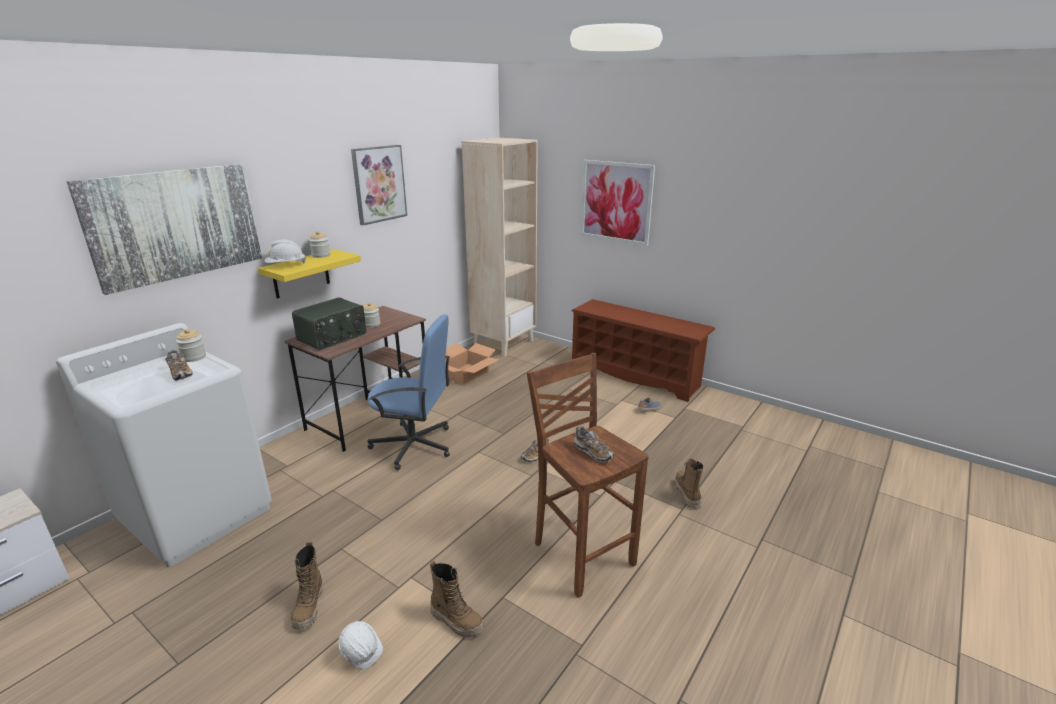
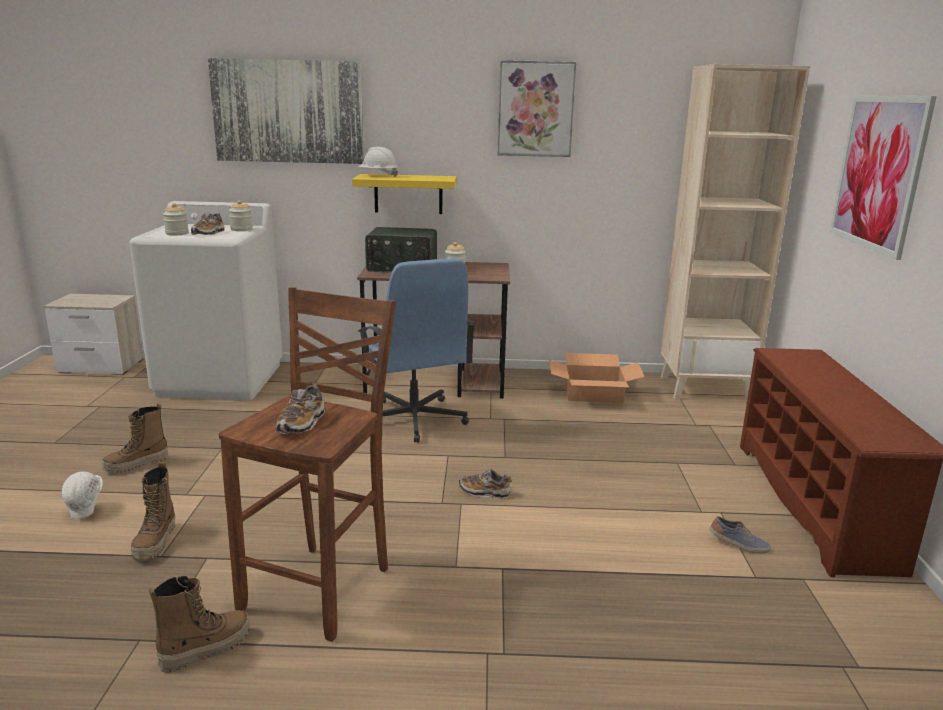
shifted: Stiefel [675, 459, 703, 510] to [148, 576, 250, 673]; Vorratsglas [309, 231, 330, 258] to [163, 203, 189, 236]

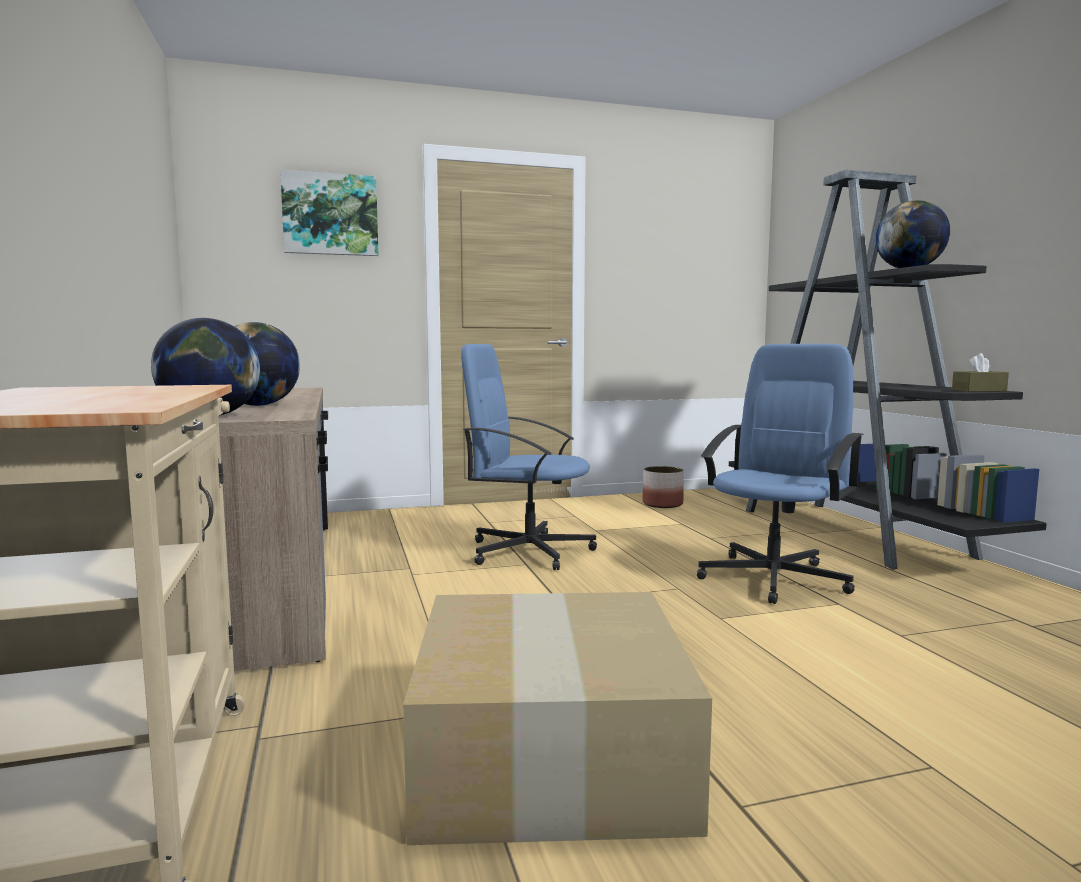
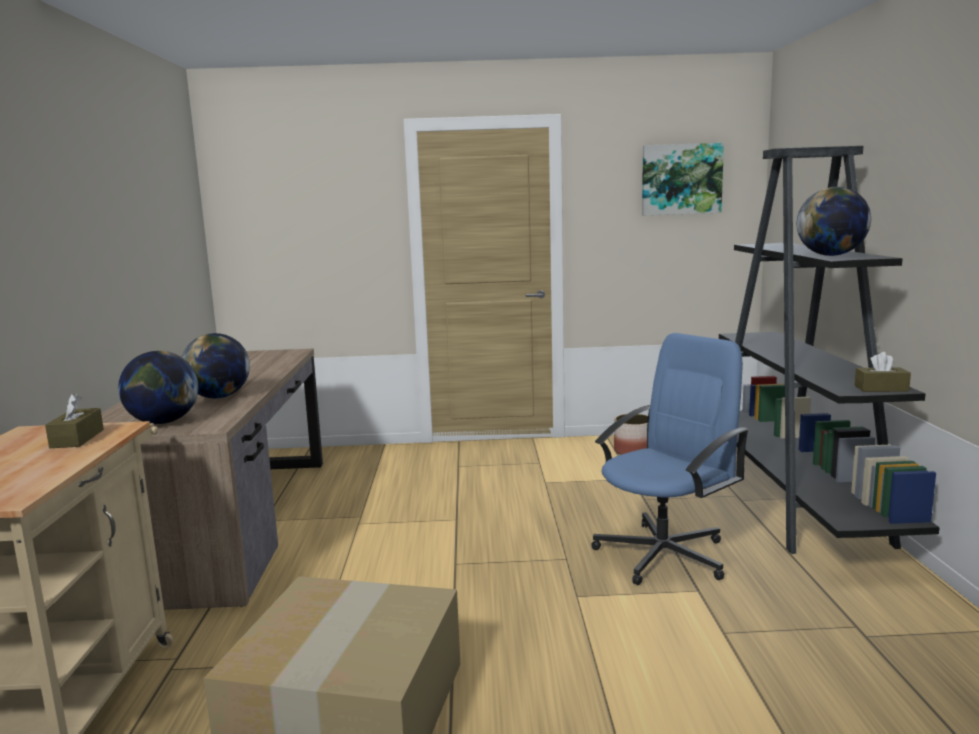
gone: Bürostuhl (blau) [461, 344, 597, 570]
new: Taschentuchbox (braun) [45, 393, 104, 448]
shifted: Bild [280, 170, 379, 256] to [642, 143, 724, 215]

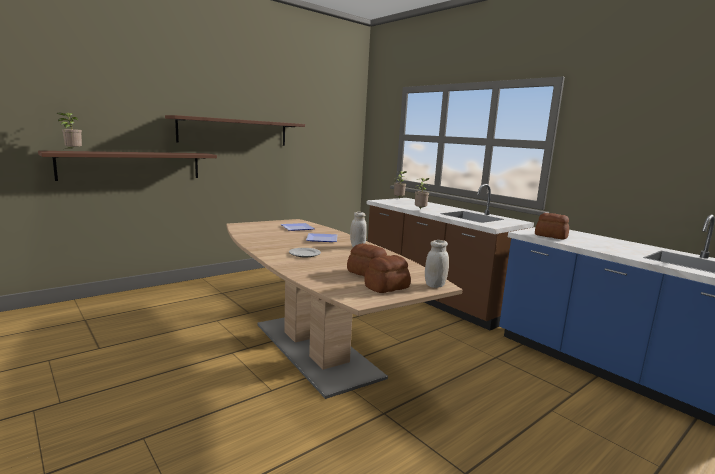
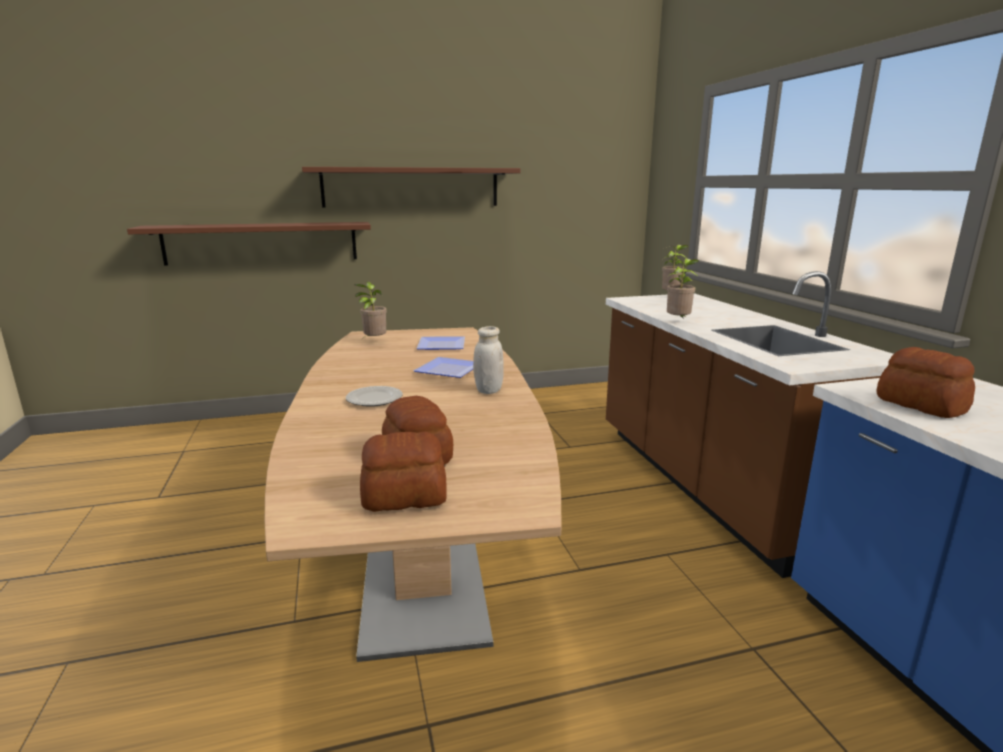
gone: Vorratsglas (weiß) [425, 240, 449, 288]
shifted: Topfpflanze [57, 113, 82, 151] to [354, 282, 387, 341]

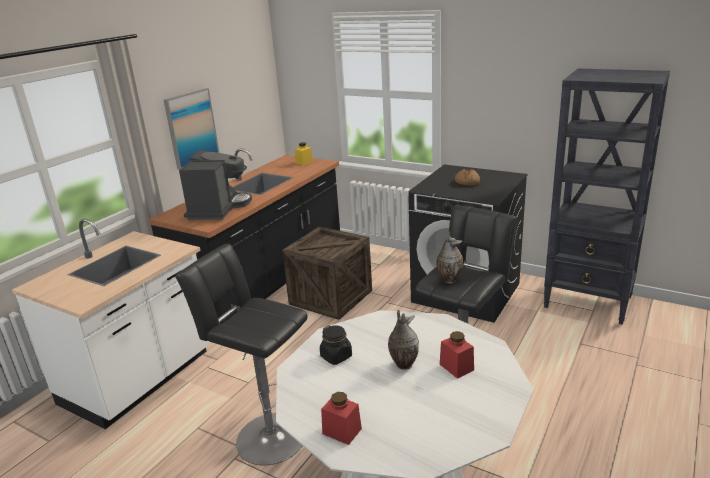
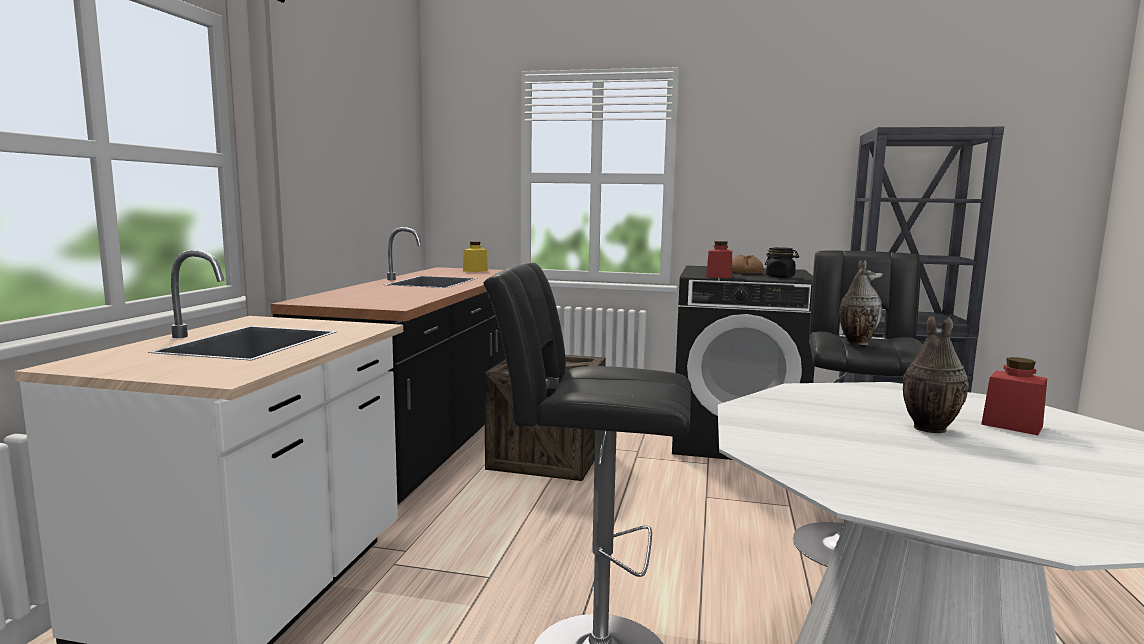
gone: Bild [164, 88, 219, 170]; Kaffeemaschine [179, 150, 252, 220]
shifted: Vorratsglas (rot) [321, 392, 362, 445] to [706, 241, 732, 278]; Vorratsglas (schwarz) [320, 325, 352, 365] to [765, 247, 799, 278]

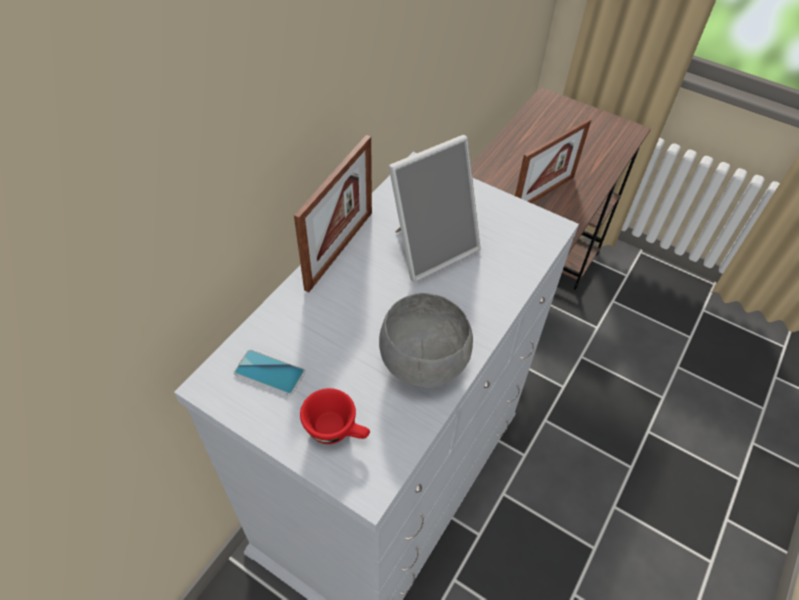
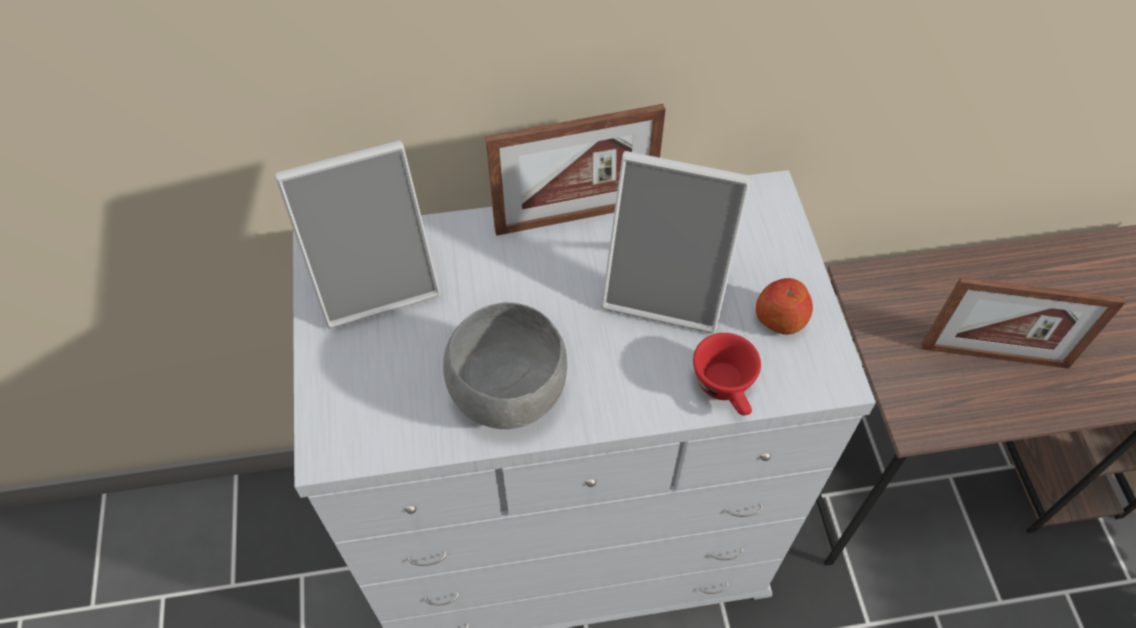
new: Apfel [756, 278, 813, 335]
shifted: Tasse (rot) [300, 388, 370, 444] to [693, 333, 761, 415]
swapped: Handy [234, 349, 305, 396] to Bilderrahmen [275, 140, 440, 329]

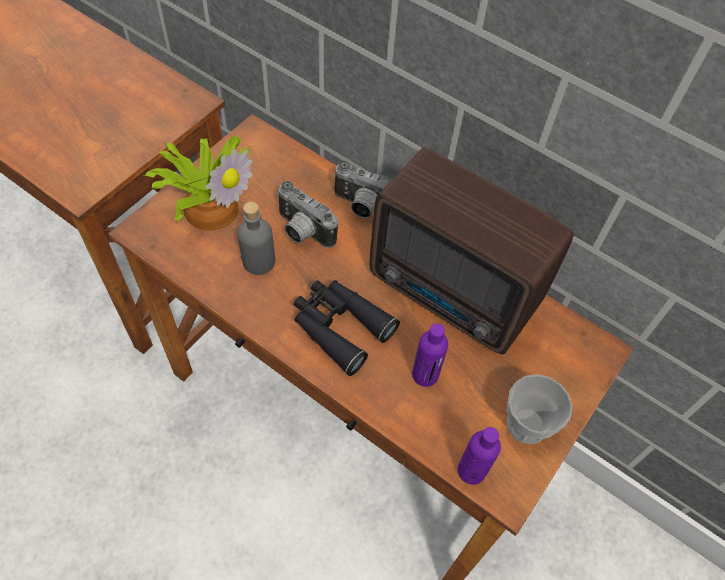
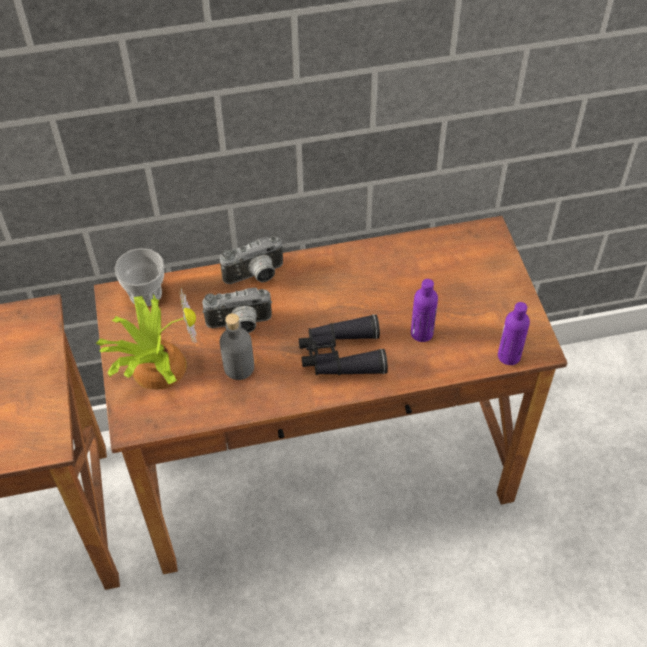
gone: Radio [370, 147, 574, 354]
shifted: Tasse [507, 374, 572, 444] to [115, 248, 164, 306]

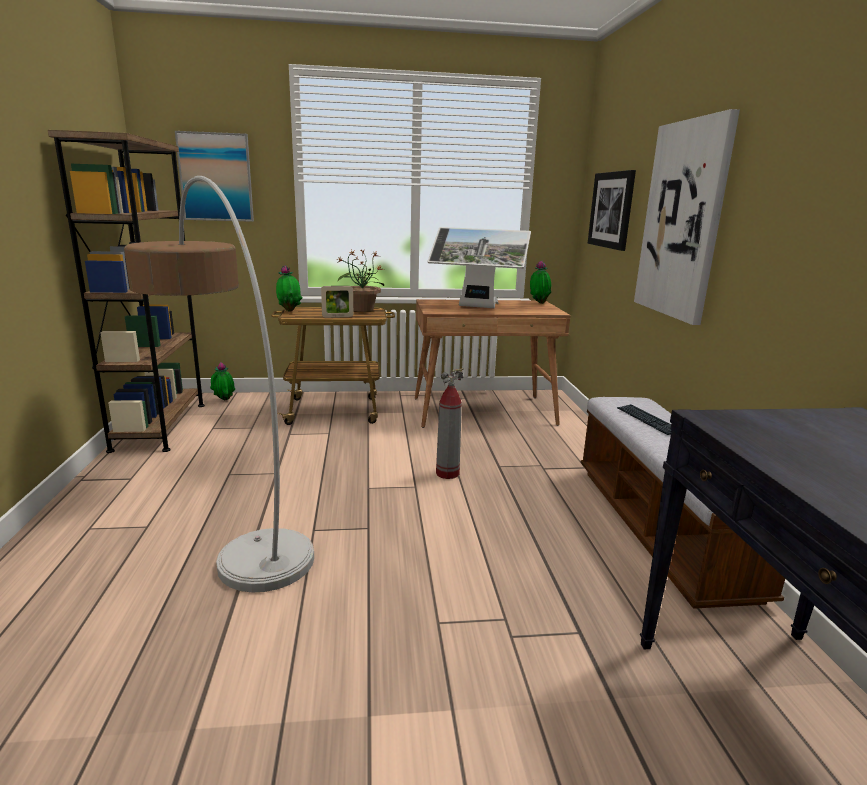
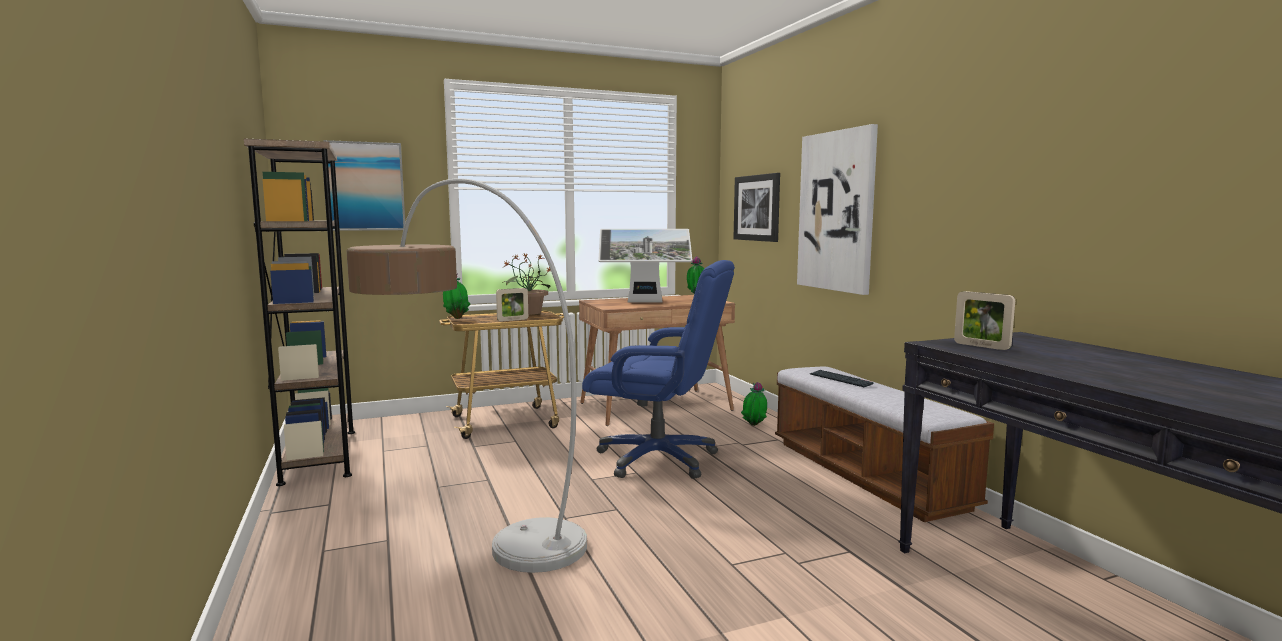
new: Bilderrahmen [954, 291, 1015, 350]
shifted: Topfpflanze [210, 362, 235, 400] to [741, 382, 767, 426]
swapped: Feuerlöscher [436, 368, 464, 479] to Bürostuhl (blau) [582, 260, 735, 479]

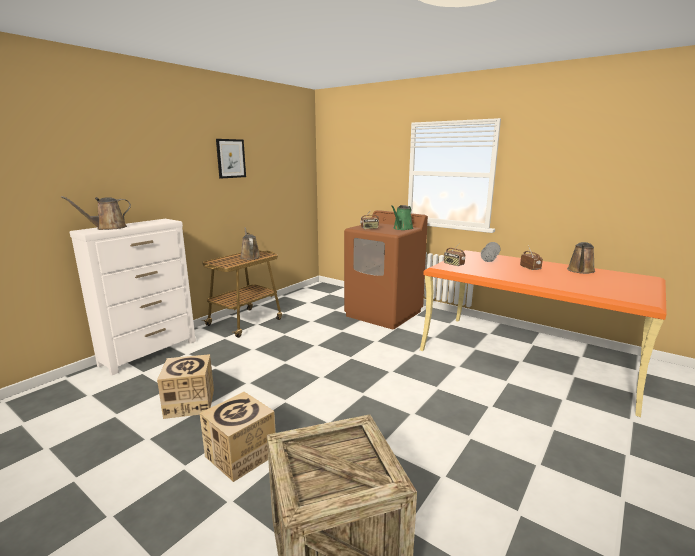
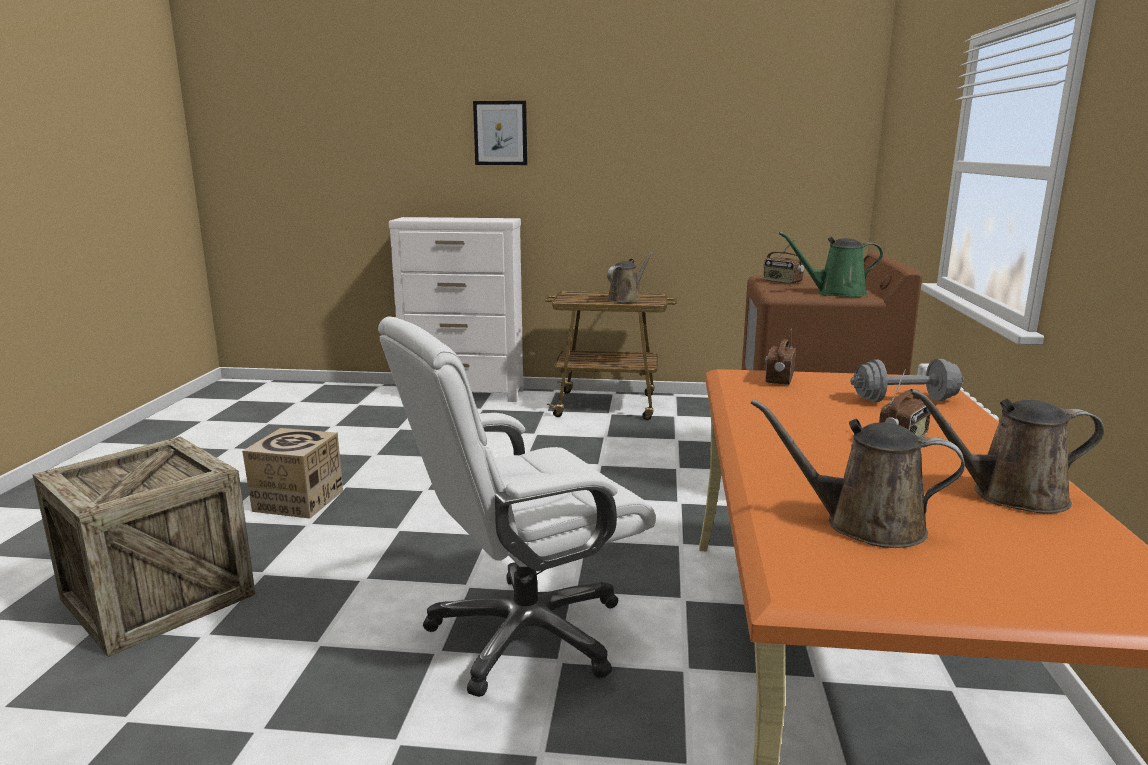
gone: Karton [157, 354, 214, 419]
new: Bürostuhl (weiß) [378, 317, 656, 697]
shifted: Bild [216, 139, 246, 179] to [473, 101, 527, 165]; Gießkanne (braun) [61, 196, 131, 230] to [751, 399, 965, 548]

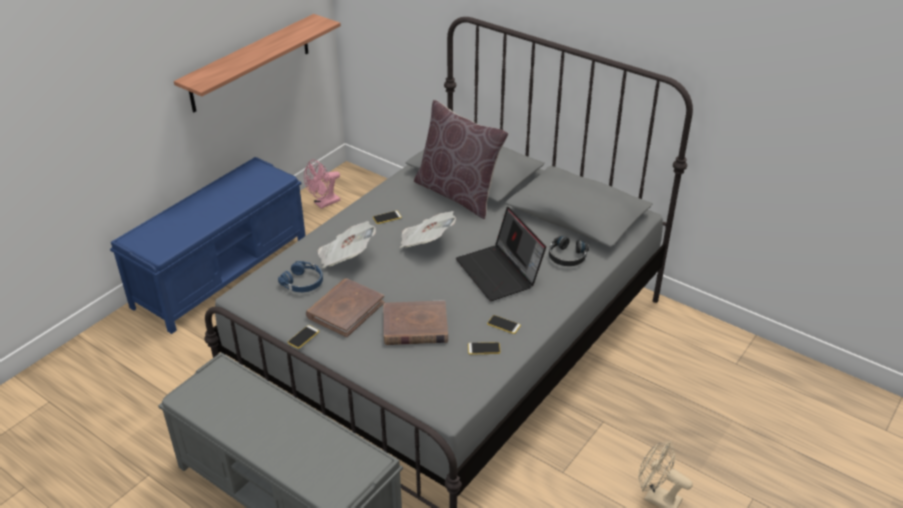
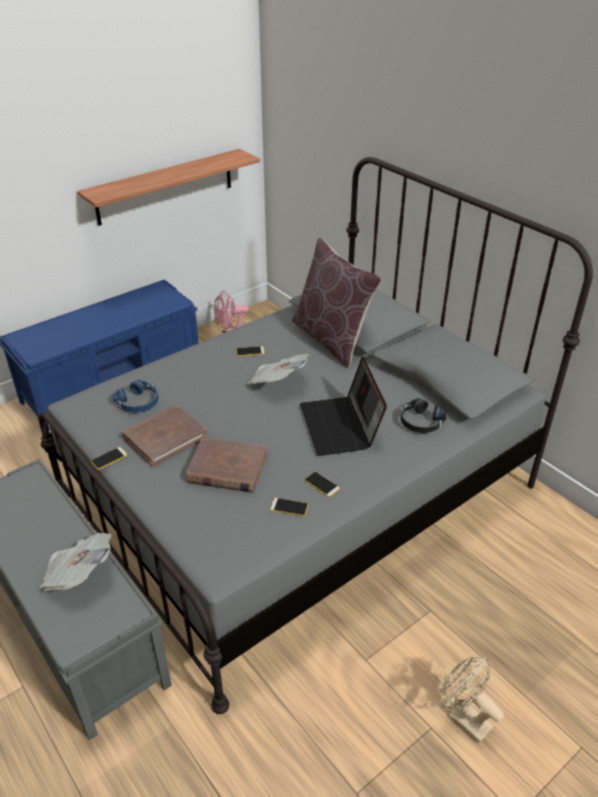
shifted: Zeitung [318, 221, 376, 268] to [39, 533, 112, 590]

